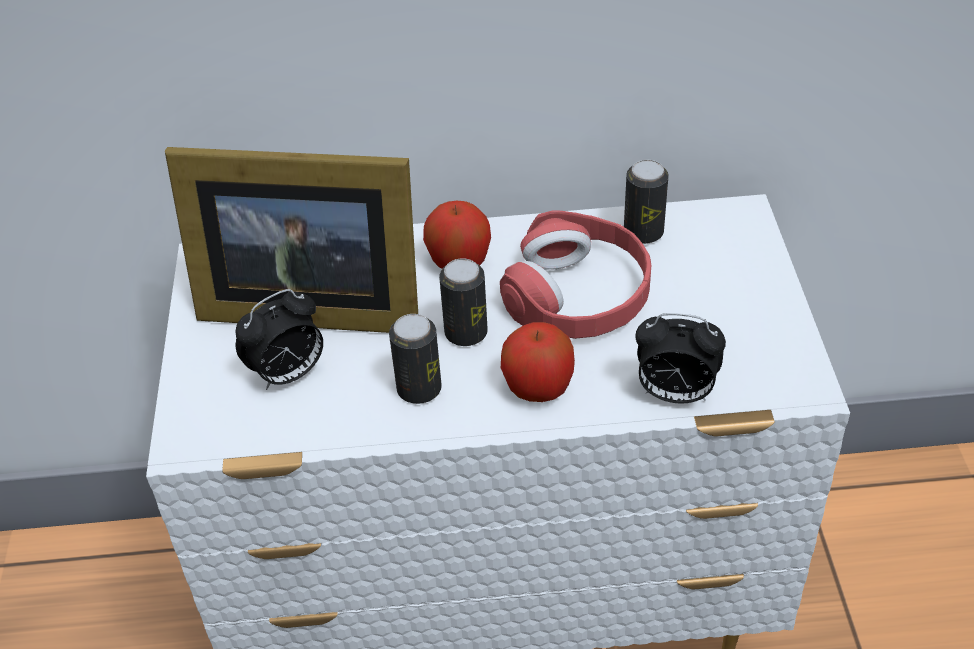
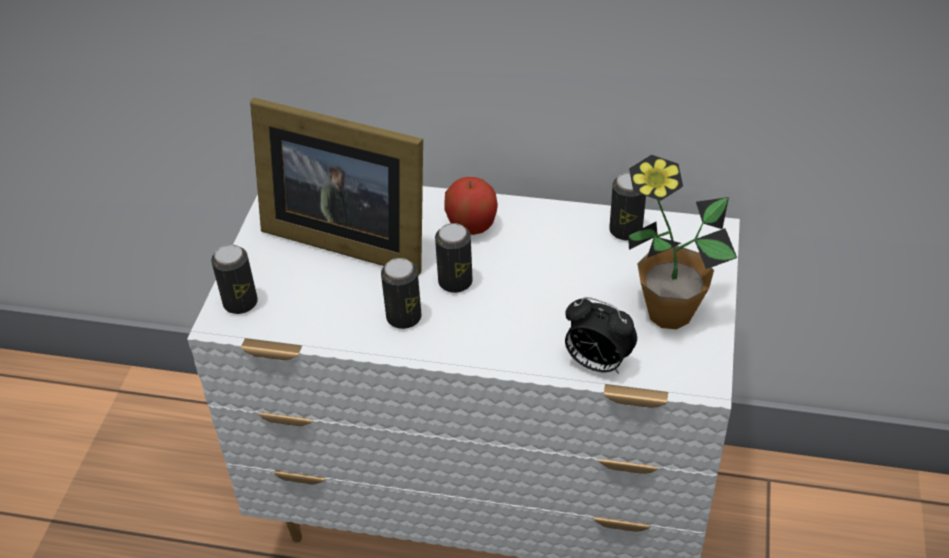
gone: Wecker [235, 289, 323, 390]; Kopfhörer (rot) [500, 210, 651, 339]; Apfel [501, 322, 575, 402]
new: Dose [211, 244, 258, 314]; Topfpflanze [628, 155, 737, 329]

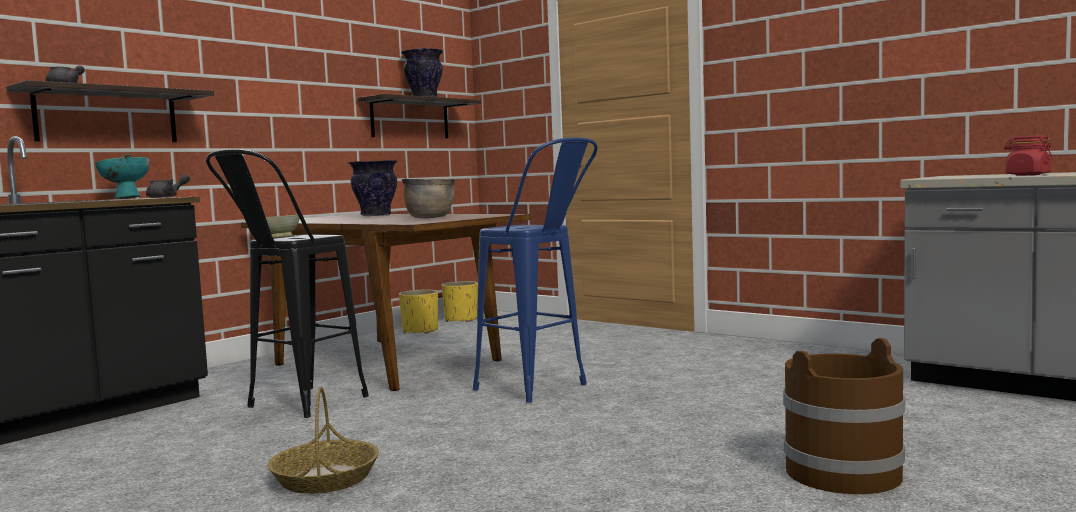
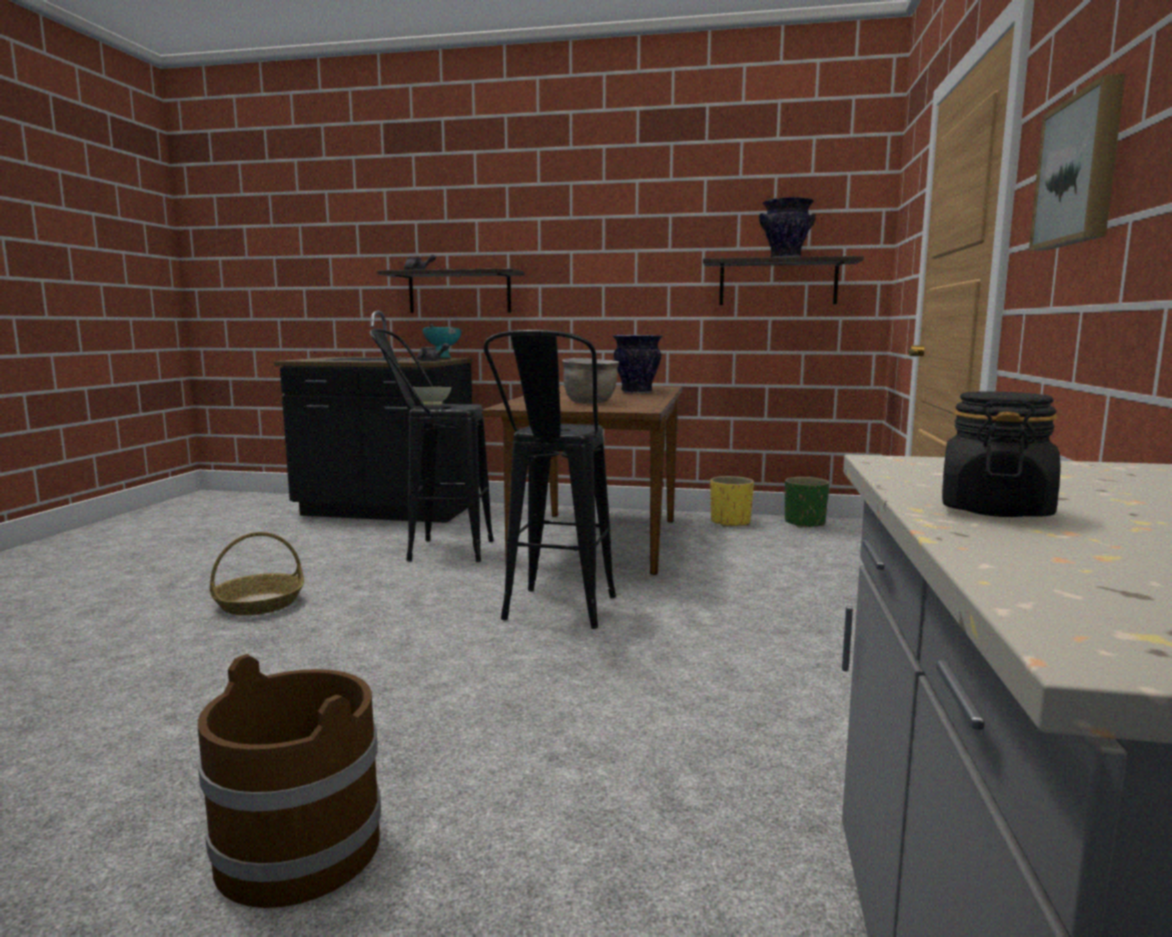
new: Bild [1029, 74, 1125, 251]
repainted: Hocker (blau) [473, 137, 598, 402] to Hocker (schwarz) [484, 330, 616, 629]; Pflanzkübel (gelb) [442, 281, 478, 322] to Pflanzkübel (grün) [785, 477, 830, 528]; Vorratsglas (rot) [1004, 135, 1053, 176] to Vorratsglas (schwarz) [942, 391, 1061, 517]

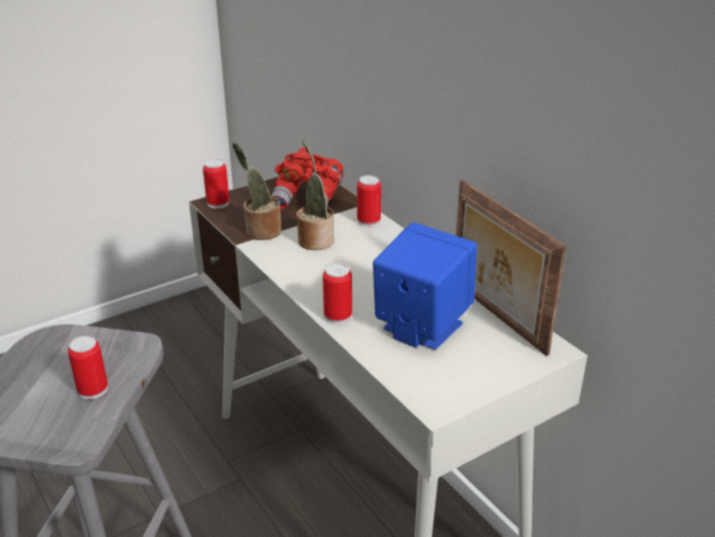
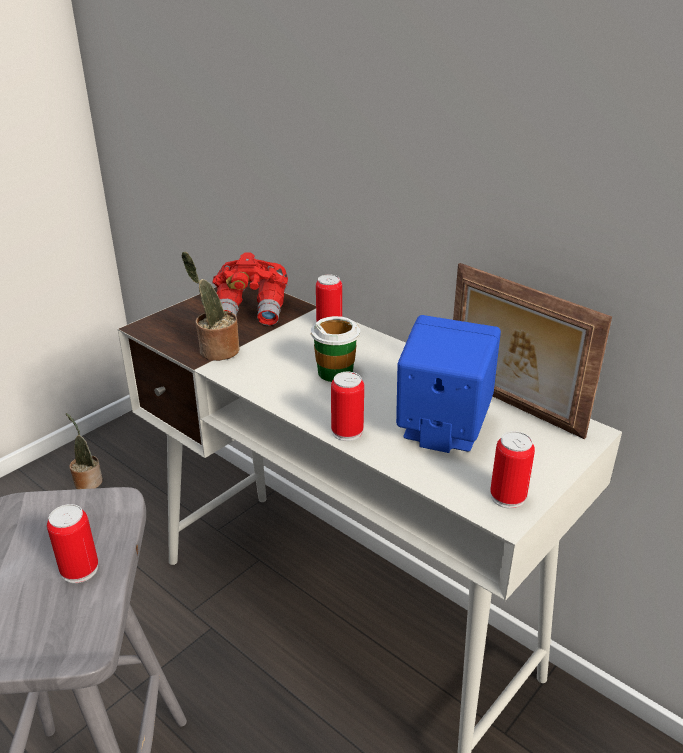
new: Tasse [311, 316, 360, 382]
shifted: Topfpflanze [296, 140, 334, 250] to [66, 413, 103, 489]; Dose [203, 159, 229, 209] to [490, 431, 535, 509]

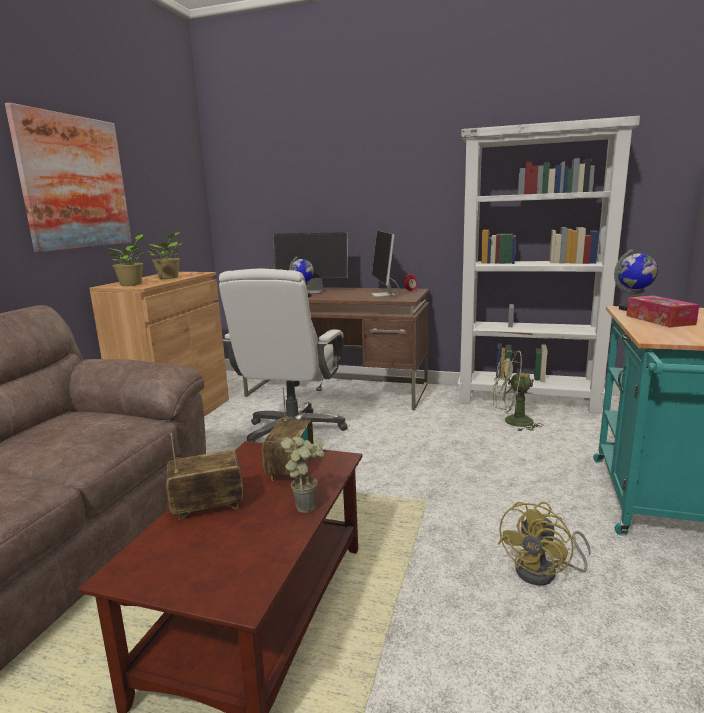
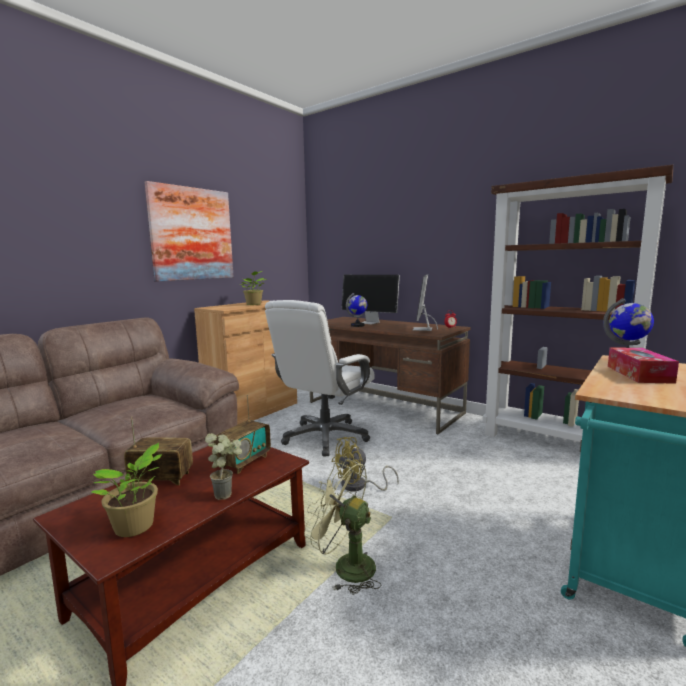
shifted: Topfpflanze [103, 234, 146, 286] to [91, 443, 162, 537]; Ventilator (grün) [493, 350, 543, 431] to [304, 459, 381, 595]; Ventilator (gelb) [498, 502, 591, 585] to [331, 437, 399, 491]
repainted: Bücherregal (weiß) [457, 116, 640, 414] to Bücherregal (braun) [482, 165, 673, 442]

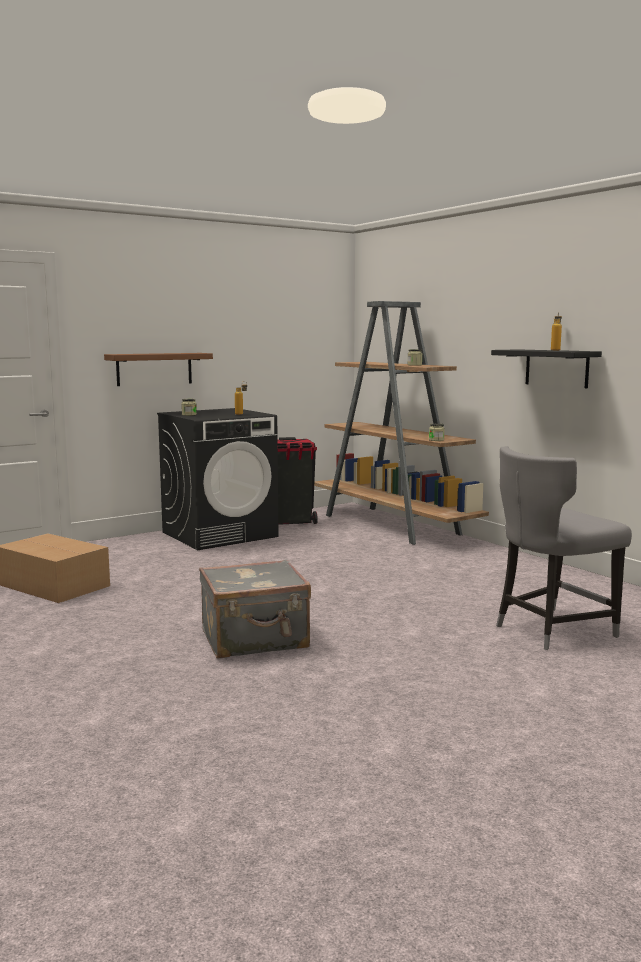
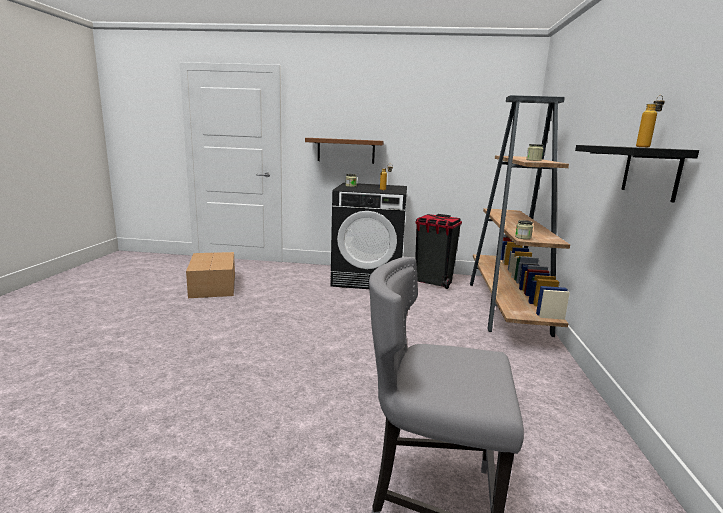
gone: Koffer (grau) [199, 559, 311, 659]

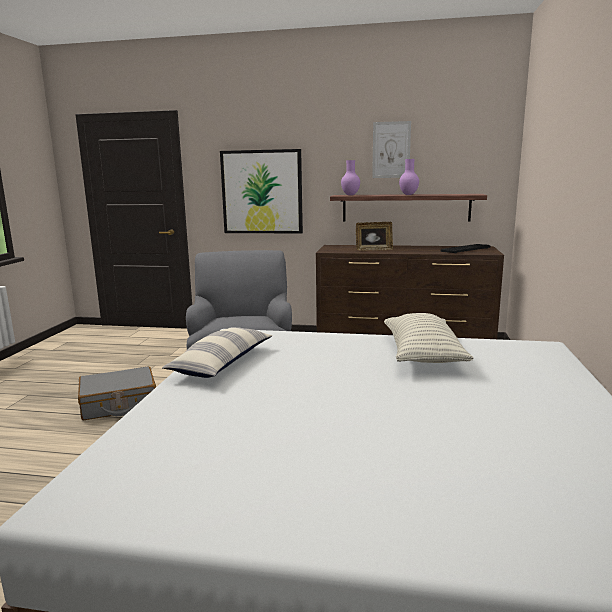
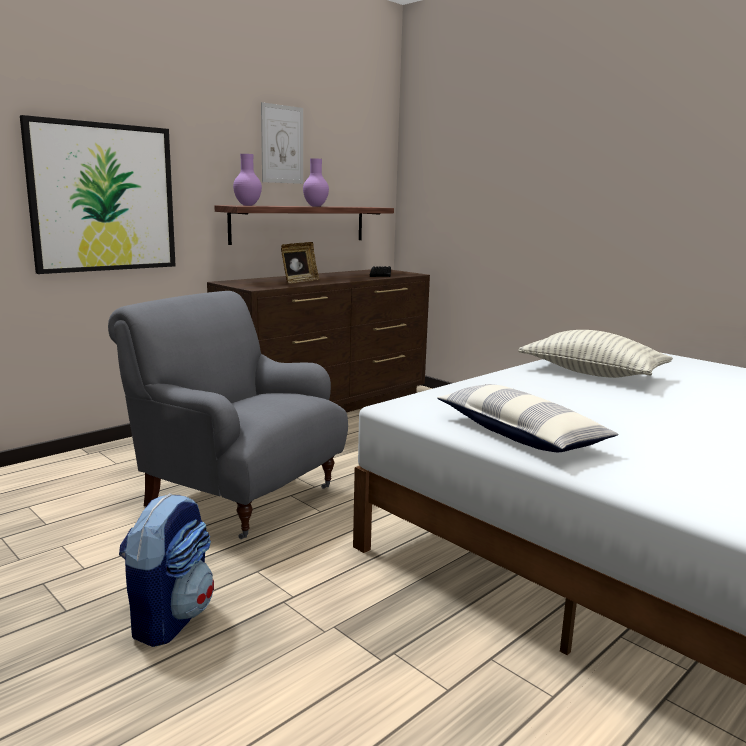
swapped: Koffer (grau) [78, 367, 156, 420] to Rucksack [119, 493, 214, 647]

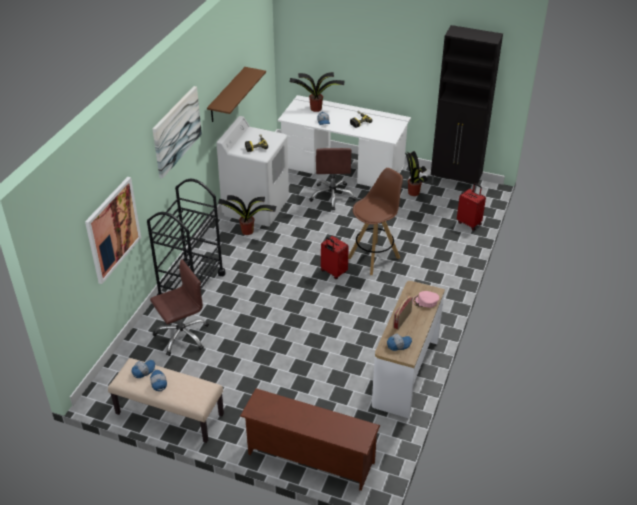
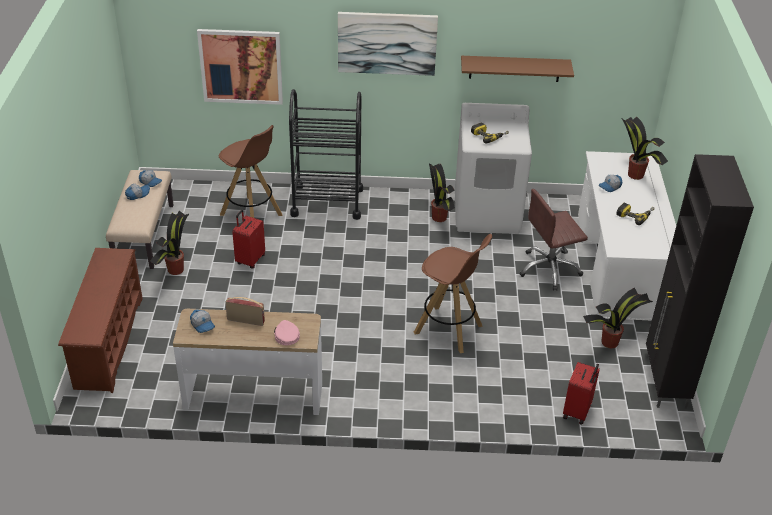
new: Topfpflanze [150, 210, 189, 275]
shifted: Koffer (rot) [321, 236, 349, 279] to [232, 210, 265, 269]
swapped: Bürostuhl (braun) [150, 259, 209, 356] to Hocker (braun) [219, 125, 282, 218]

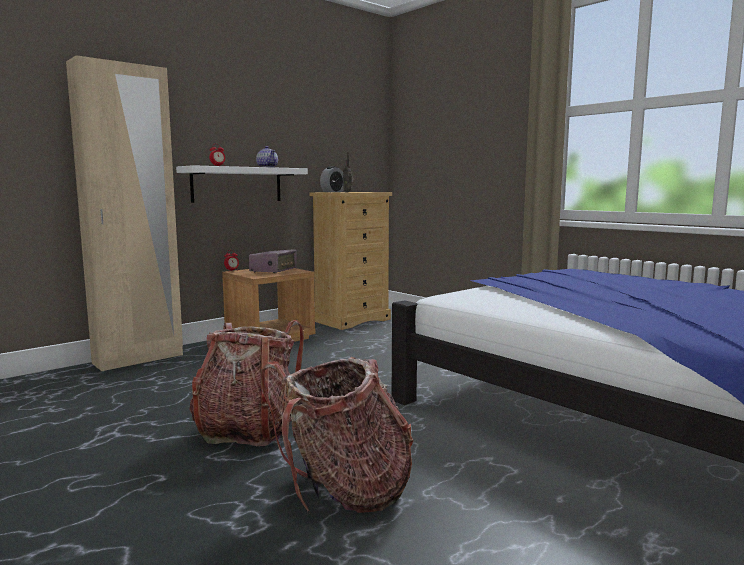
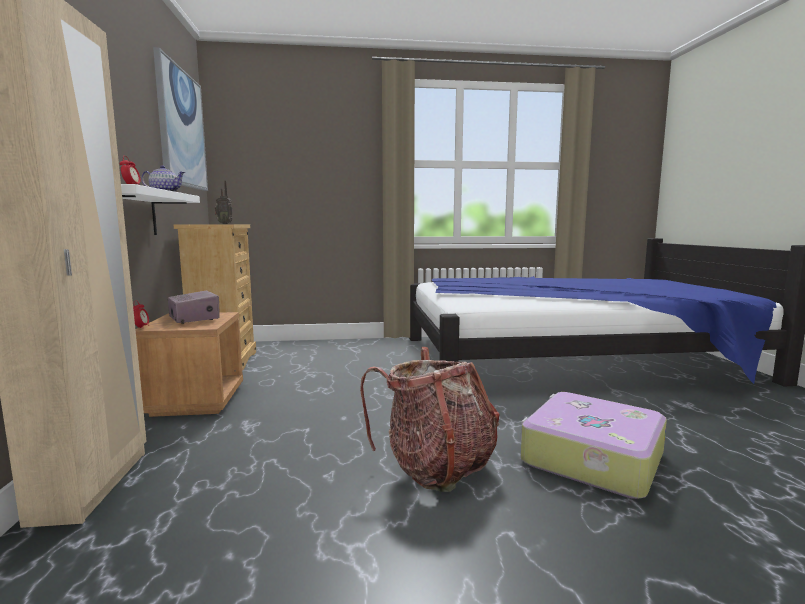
gone: Wecker [320, 166, 344, 192]
new: Bild [153, 47, 208, 191]
swapped: Rucksack [261, 357, 414, 513] to Koffer [521, 392, 667, 499]

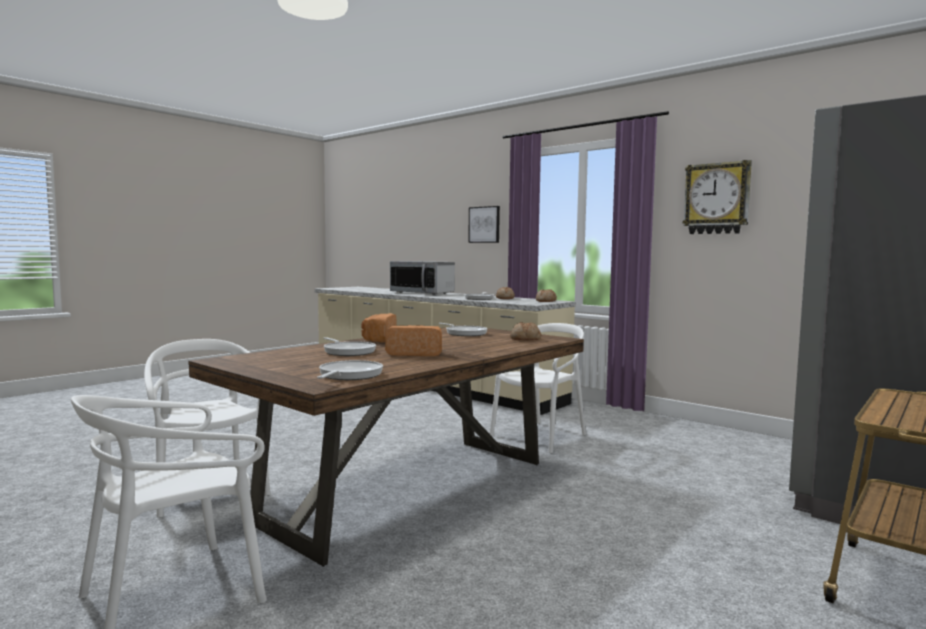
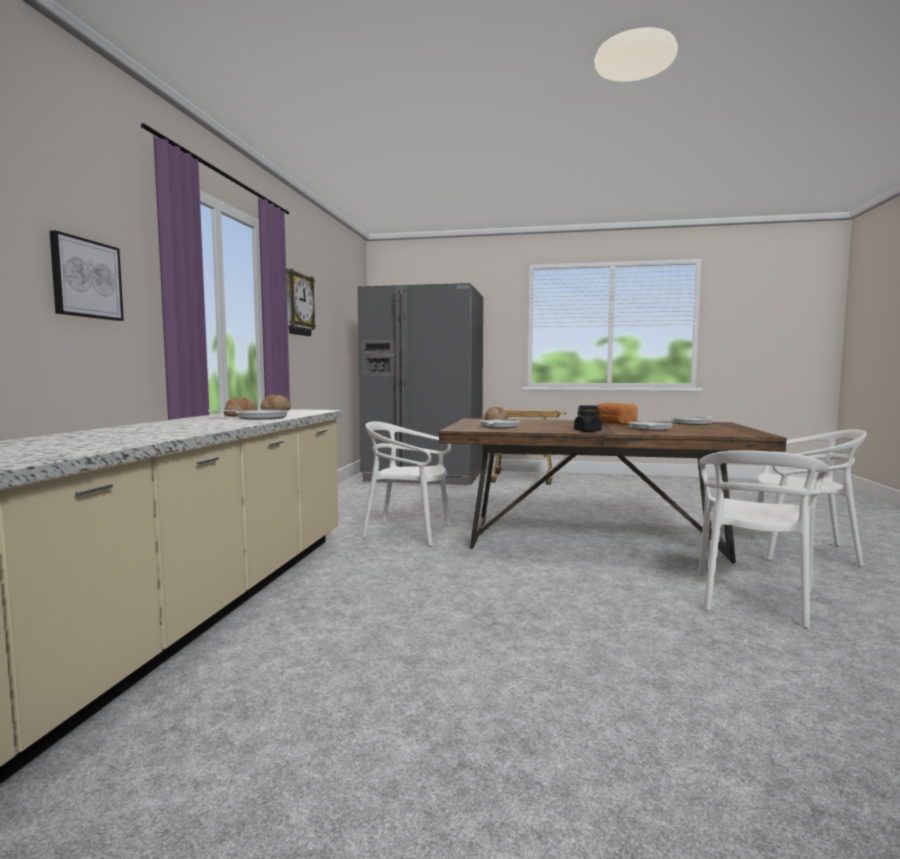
gone: Mikrowelle [390, 261, 455, 295]
swapped: Brot [361, 313, 396, 343] to Vorratsglas (schwarz) [574, 405, 602, 432]

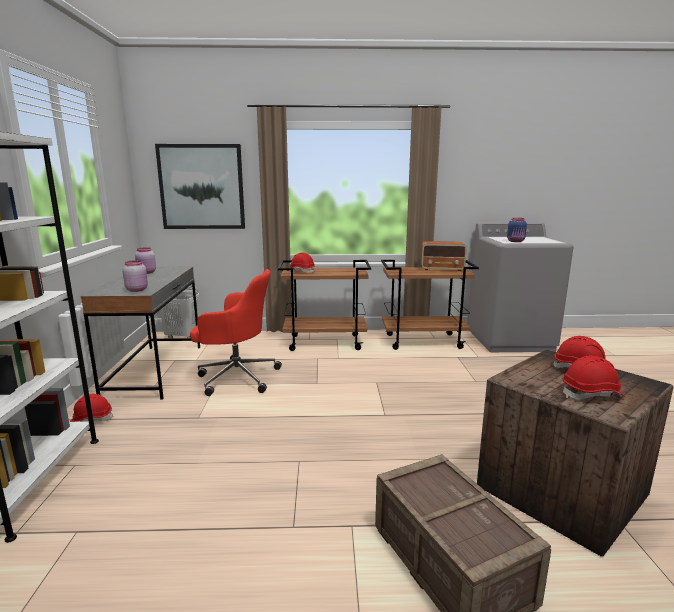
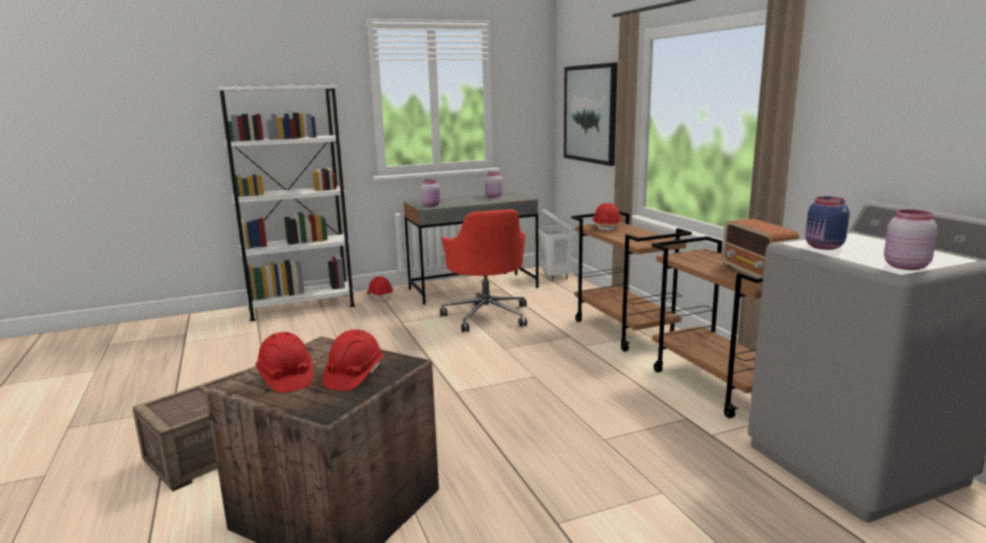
new: Vorratsglas (rosa) [884, 210, 938, 270]

